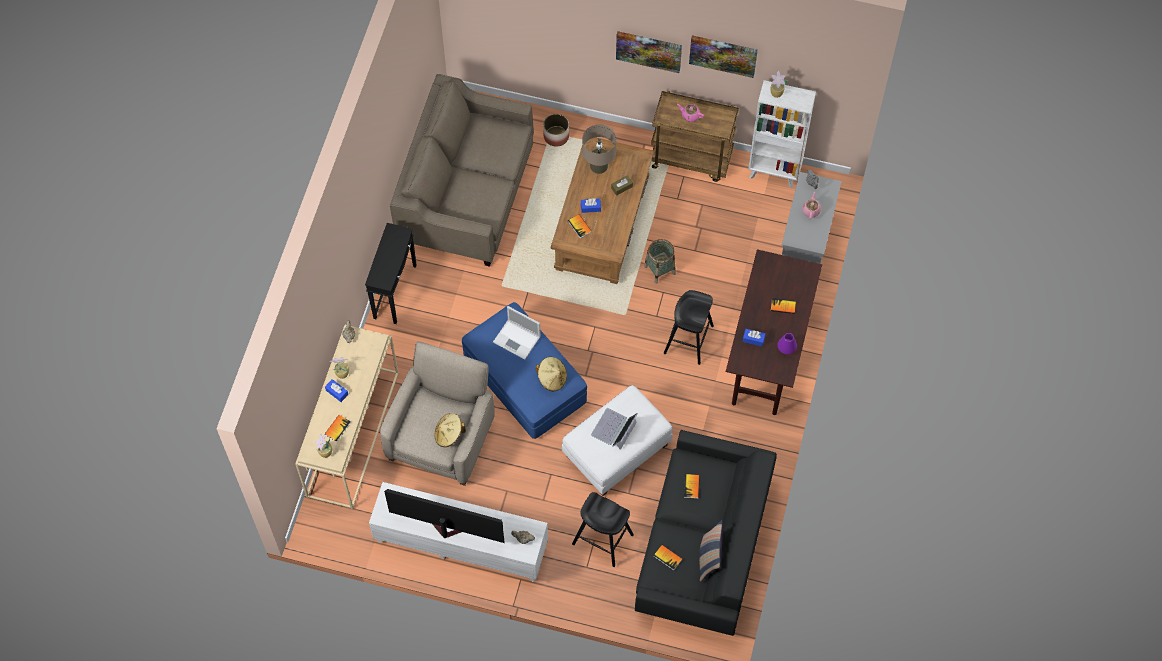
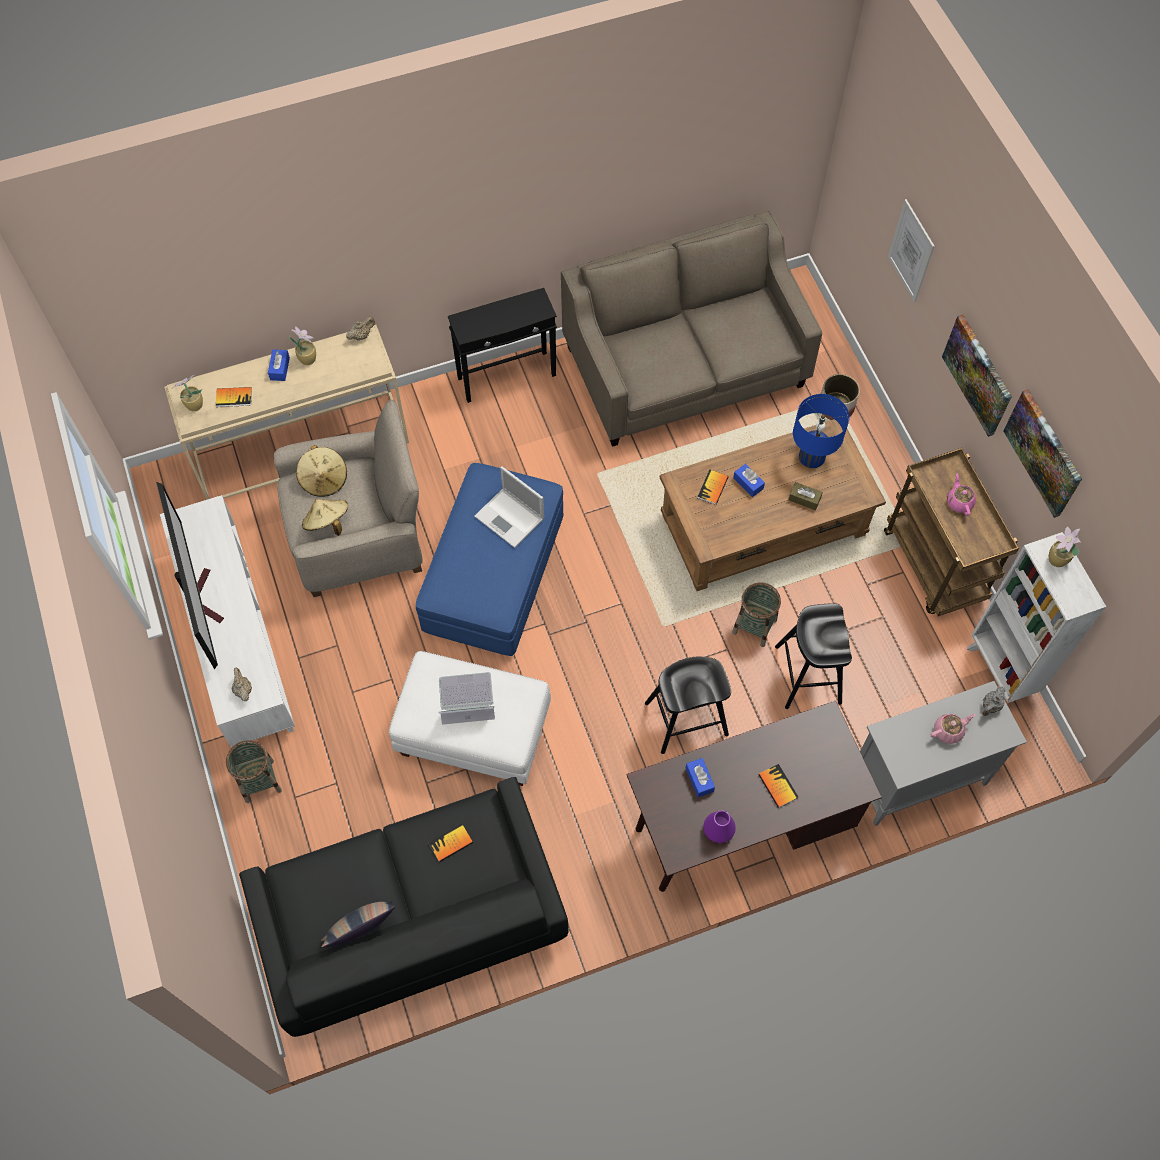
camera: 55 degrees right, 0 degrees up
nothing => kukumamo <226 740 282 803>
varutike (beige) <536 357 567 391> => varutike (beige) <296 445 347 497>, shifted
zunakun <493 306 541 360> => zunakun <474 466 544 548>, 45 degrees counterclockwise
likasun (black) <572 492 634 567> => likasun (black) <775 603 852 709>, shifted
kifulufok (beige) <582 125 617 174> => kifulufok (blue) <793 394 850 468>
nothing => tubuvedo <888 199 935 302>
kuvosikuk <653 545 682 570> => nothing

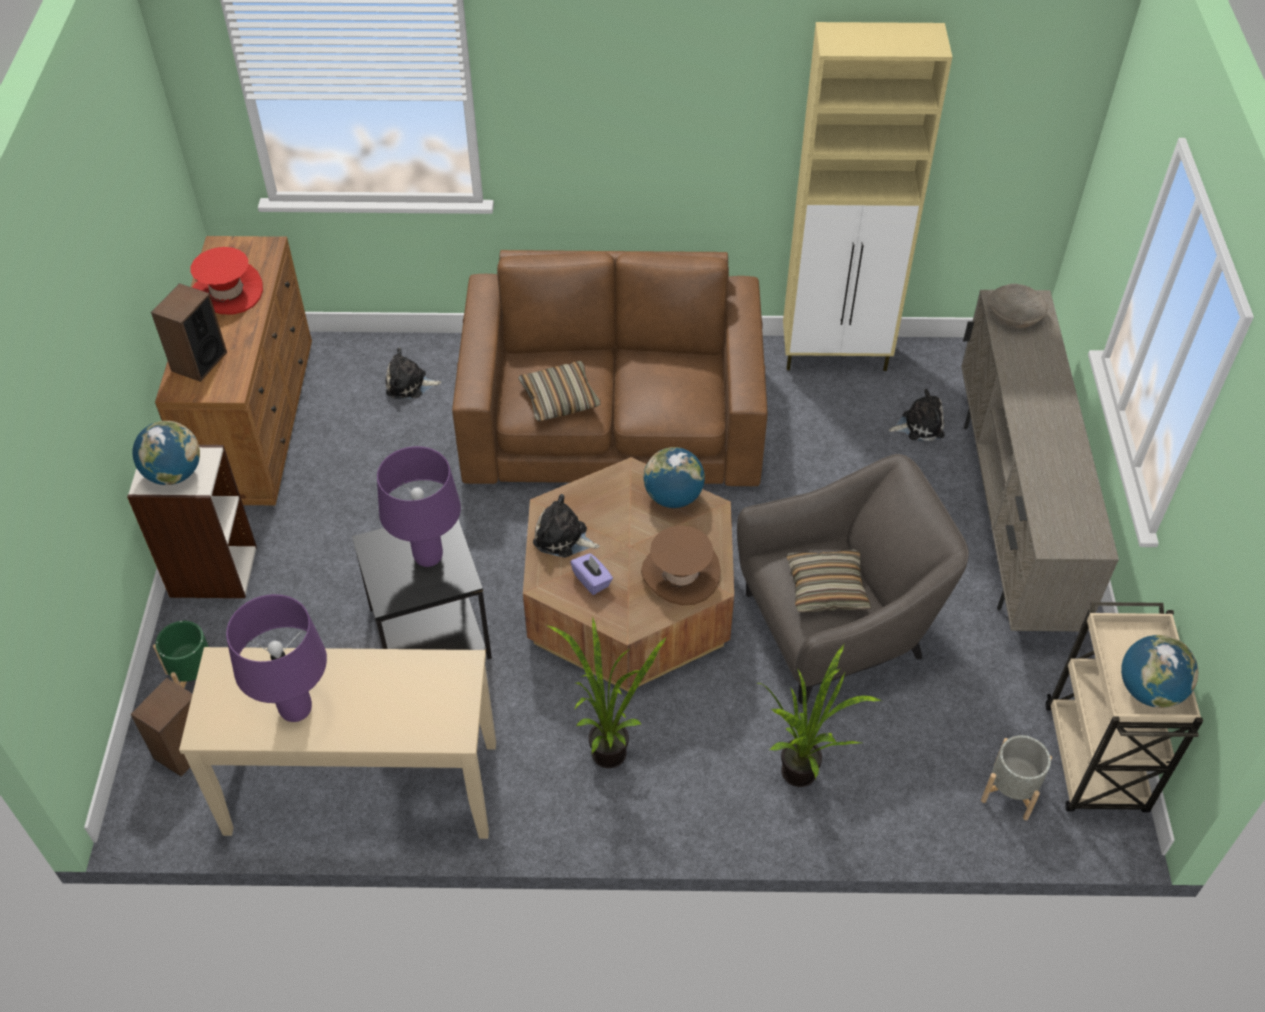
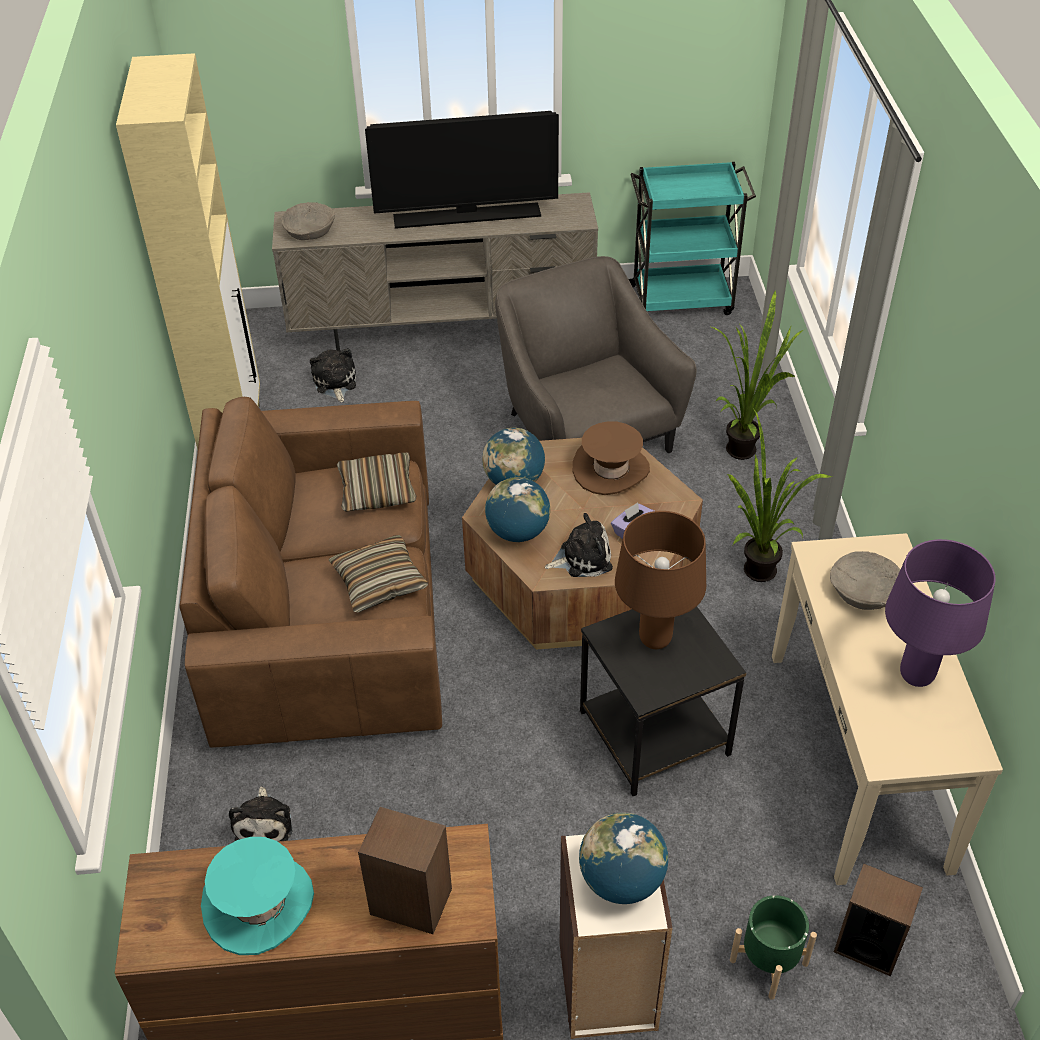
camera: 95 degrees left, 5 degrees down
varutike (red) <191 247 263 315> => varutike (turquoise) <201 837 314 955>
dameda <786 549 872 612> => dameda <337 452 416 512>, shifted
nothing => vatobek <365 111 559 229>
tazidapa <1121 635 1198 708> => tazidapa <485 477 550 542>, shifted
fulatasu <533 494 600 558> => fulatasu <545 513 613 577>, 120 degrees counterclockwise
kifulufok (purple) <377 446 461 567> => kifulufok (brown) <615 511 706 649>
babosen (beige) <1045 602 1203 812> => babosen (turquoise) <629 162 756 315>
nothing => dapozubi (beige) <830 551 901 610>
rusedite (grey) <981 735 1052 820> => nothing

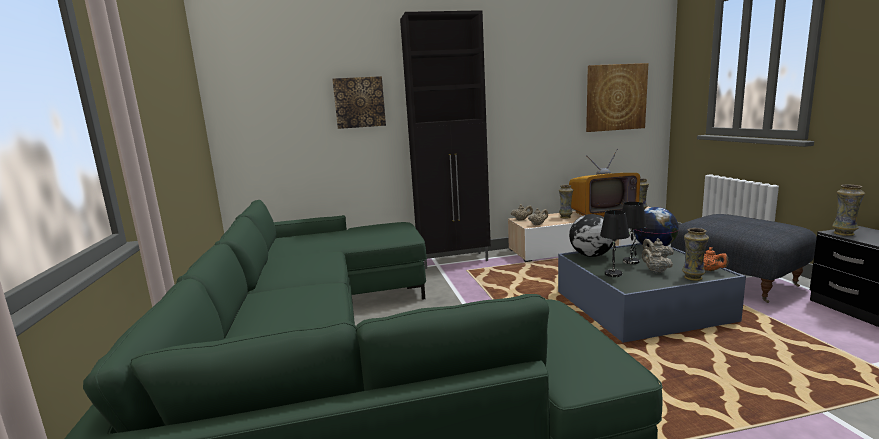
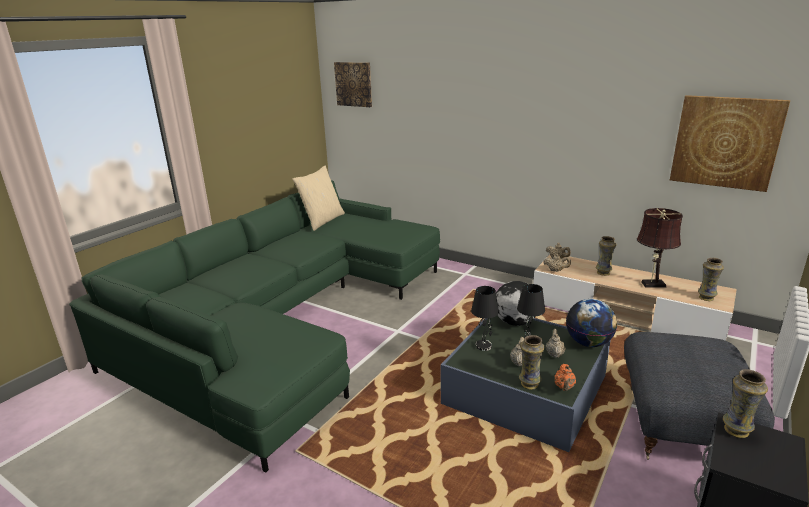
camera: 45 degrees right, 10 degrees up
nothing => dameda (beige) <293 166 345 231>
tubuvedo <332 76 386 129> => tubuvedo <334 62 372 107>, shifted
vatobek <569 149 640 217> => kifulufok (brown) <637 208 683 288>
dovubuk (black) <400 10 491 269> => nothing

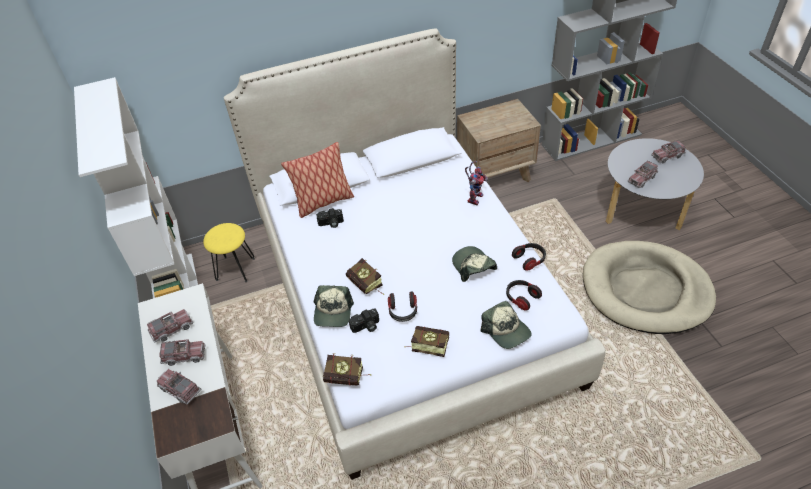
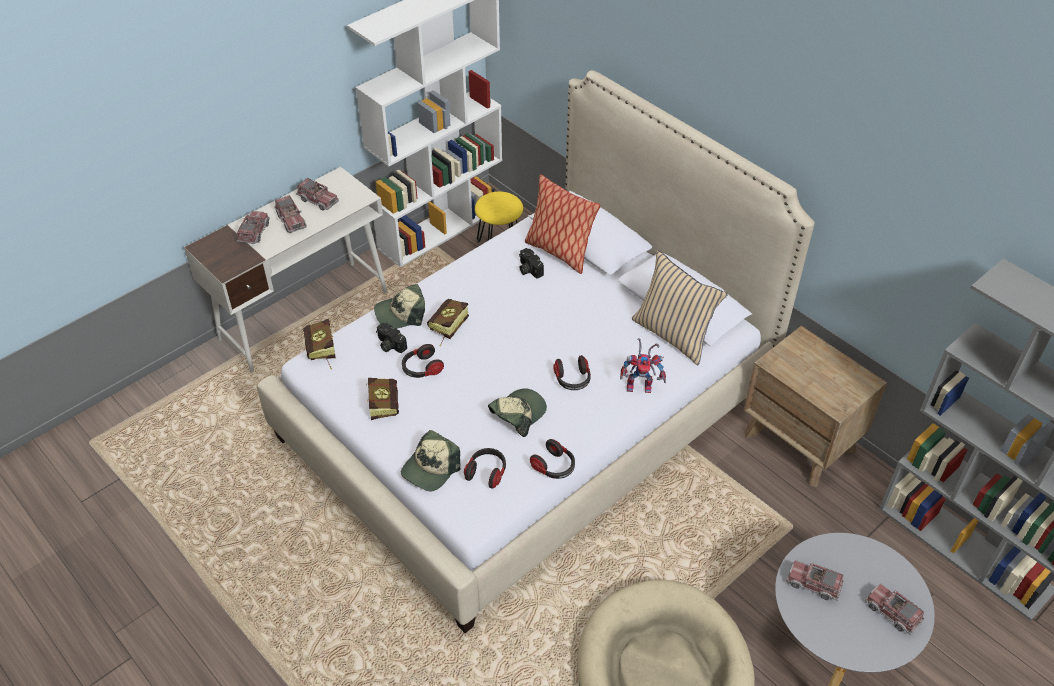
camera: 65 degrees right, 0 degrees up
nothing => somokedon <553 355 591 390>
nothing => dameda (beige) <632 251 728 365>

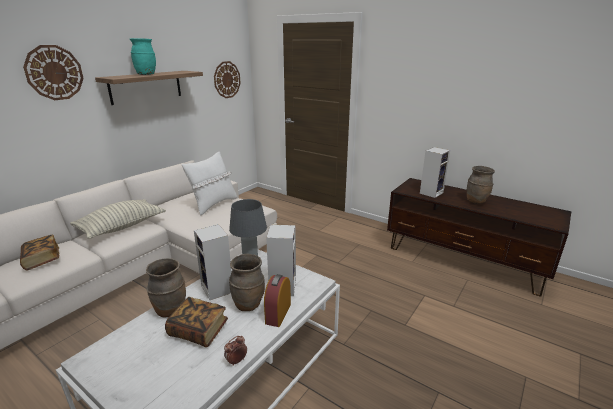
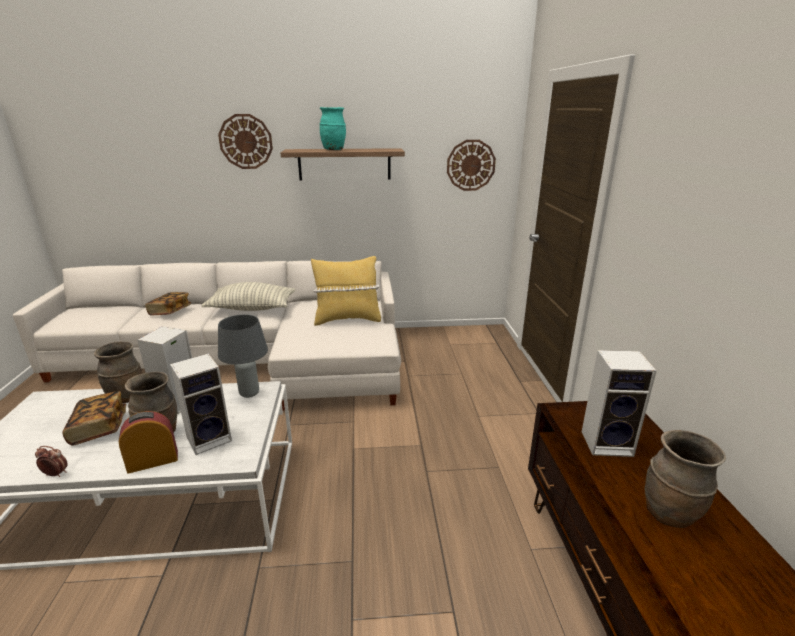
camera: 50 degrees right, 0 degrees up
dameda (white) <182 152 237 216> => dameda (yellow) <311 256 381 326>

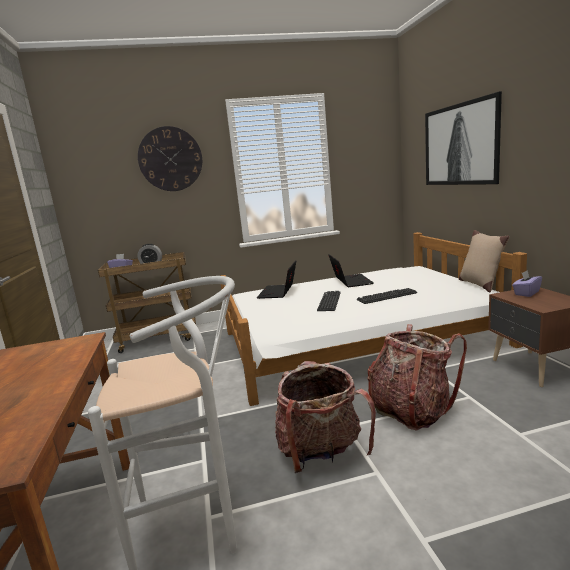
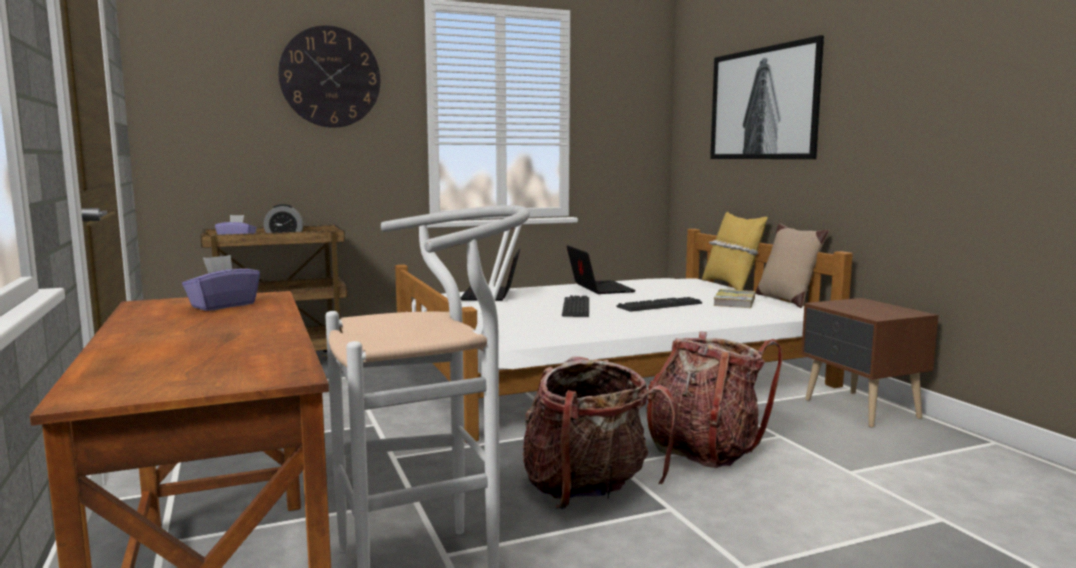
camera: 10 degrees left, 5 degrees down
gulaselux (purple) <512 270 542 297> => gulaselux (purple) <182 255 260 311>, shifted
nothing => dameda (yellow) <702 212 768 290>
nothing => kuvosikuk <713 289 755 308>

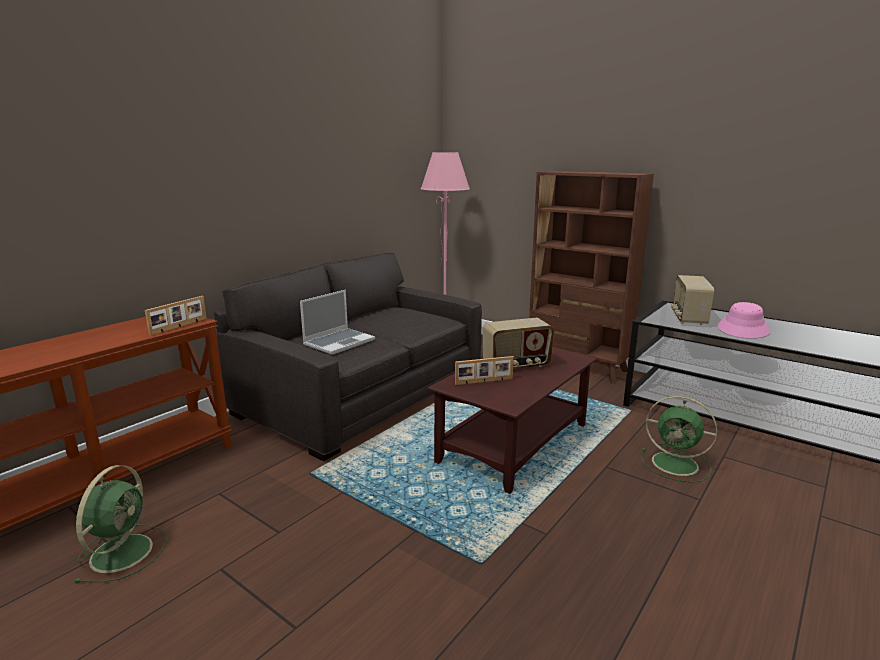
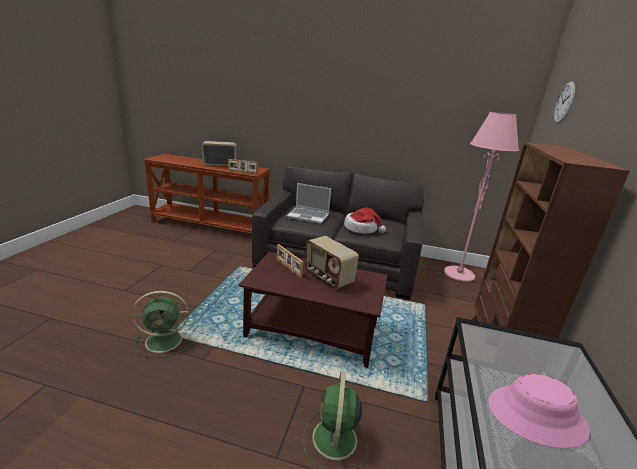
camera: 65 degrees right, 5 degrees up
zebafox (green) <74 465 168 583> => zebafox (green) <131 291 190 358>, shifted
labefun <671 275 714 325> => labefun <201 141 237 166>, shifted
nothing => varutike <344 208 386 234>
nothing => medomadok <554 82 575 124>

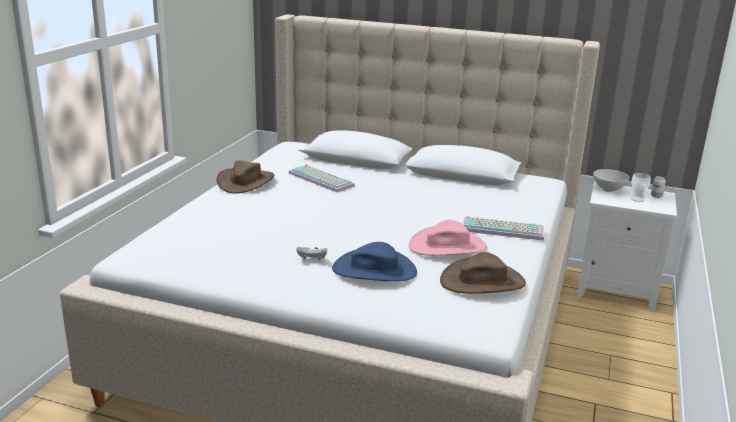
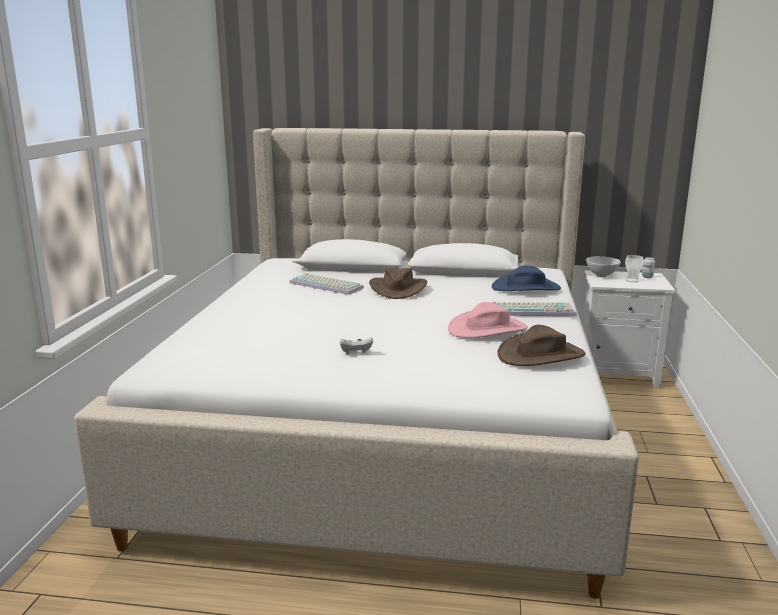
camera: 10 degrees left, 5 degrees down
varutike (brown) <217 161 275 194> => varutike (brown) <369 268 427 299>, shifted
varutike (blue) <332 242 417 281> => varutike (blue) <492 265 561 291>, shifted

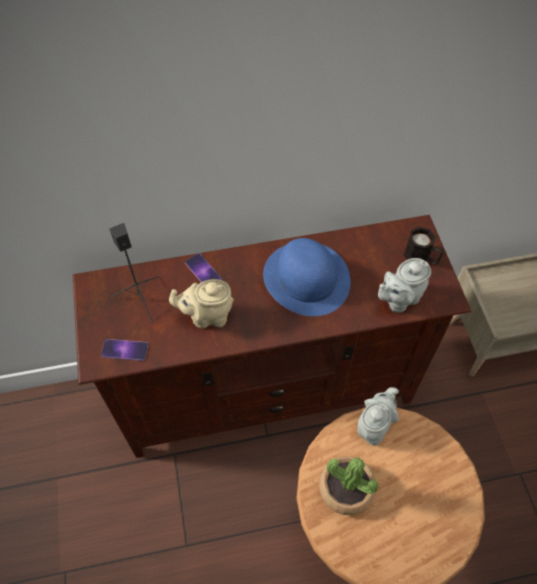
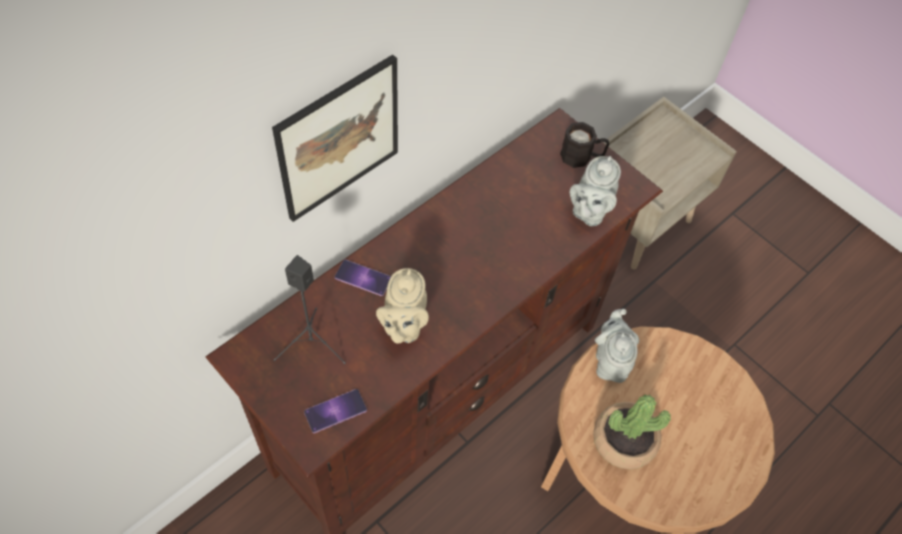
camera: 35 degrees left, 0 degrees up
nothing => tubuvedo <272 55 398 222>
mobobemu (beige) <169 279 234 329> => mobobemu (beige) <376 268 429 344>, 45 degrees counterclockwise
varutike (blue) <263 238 350 316> => nothing

